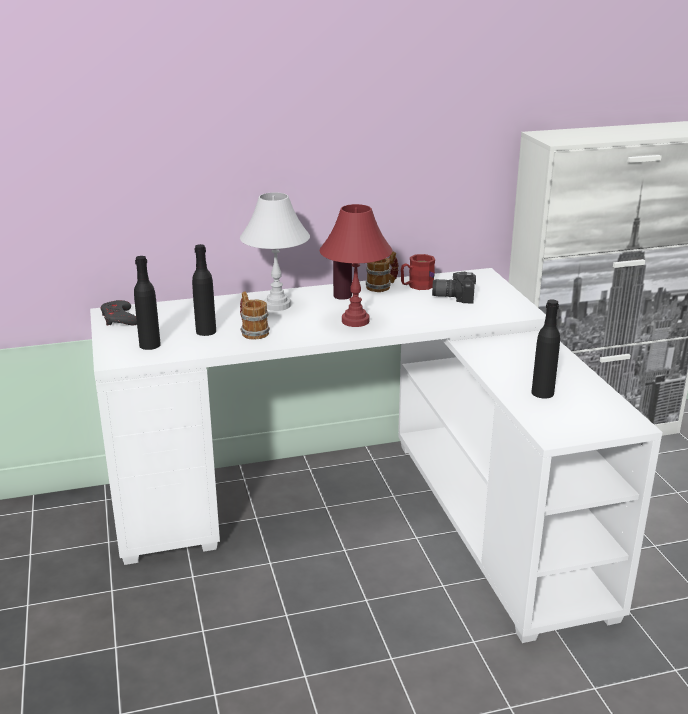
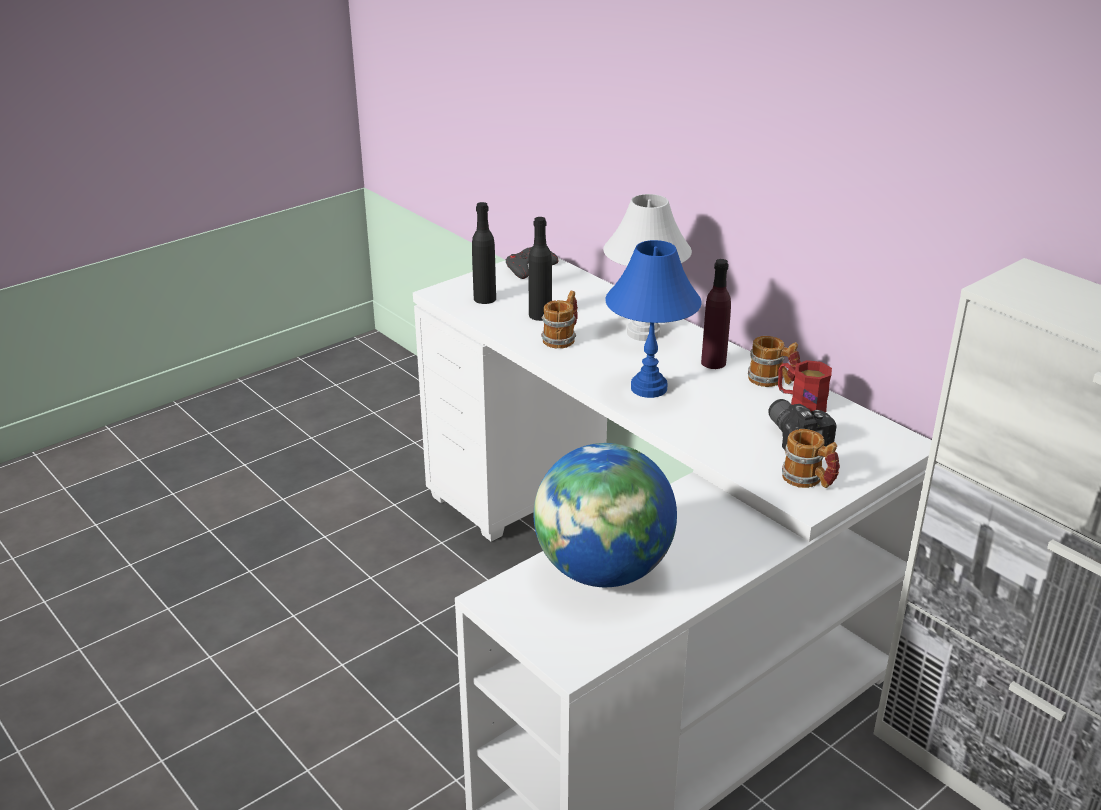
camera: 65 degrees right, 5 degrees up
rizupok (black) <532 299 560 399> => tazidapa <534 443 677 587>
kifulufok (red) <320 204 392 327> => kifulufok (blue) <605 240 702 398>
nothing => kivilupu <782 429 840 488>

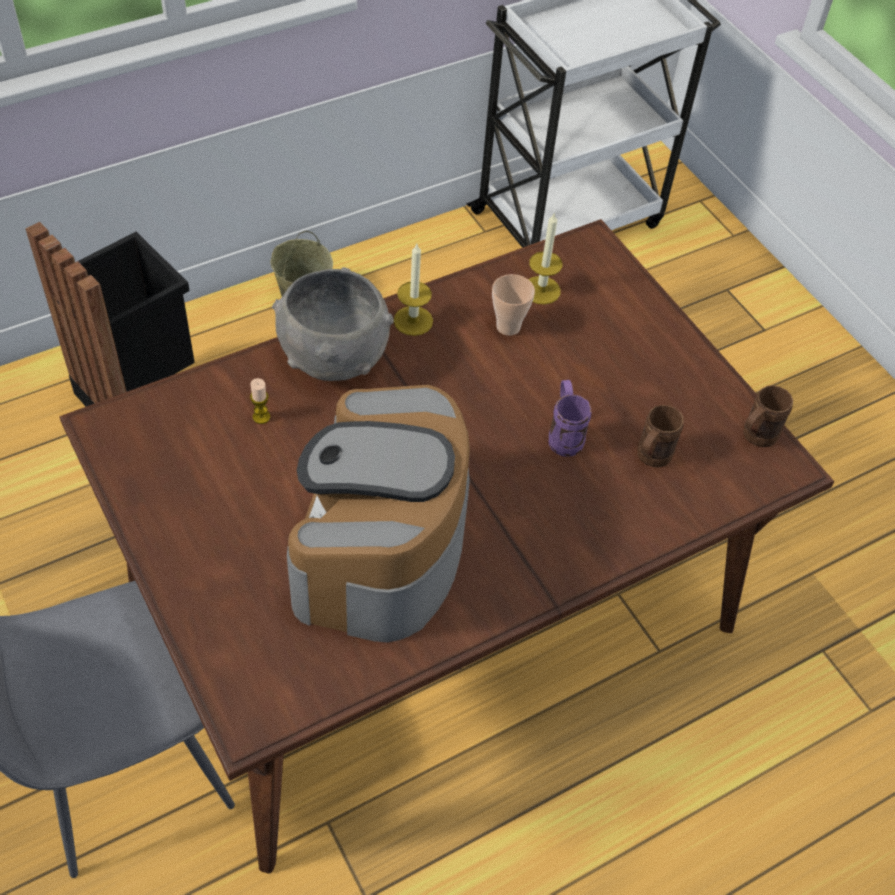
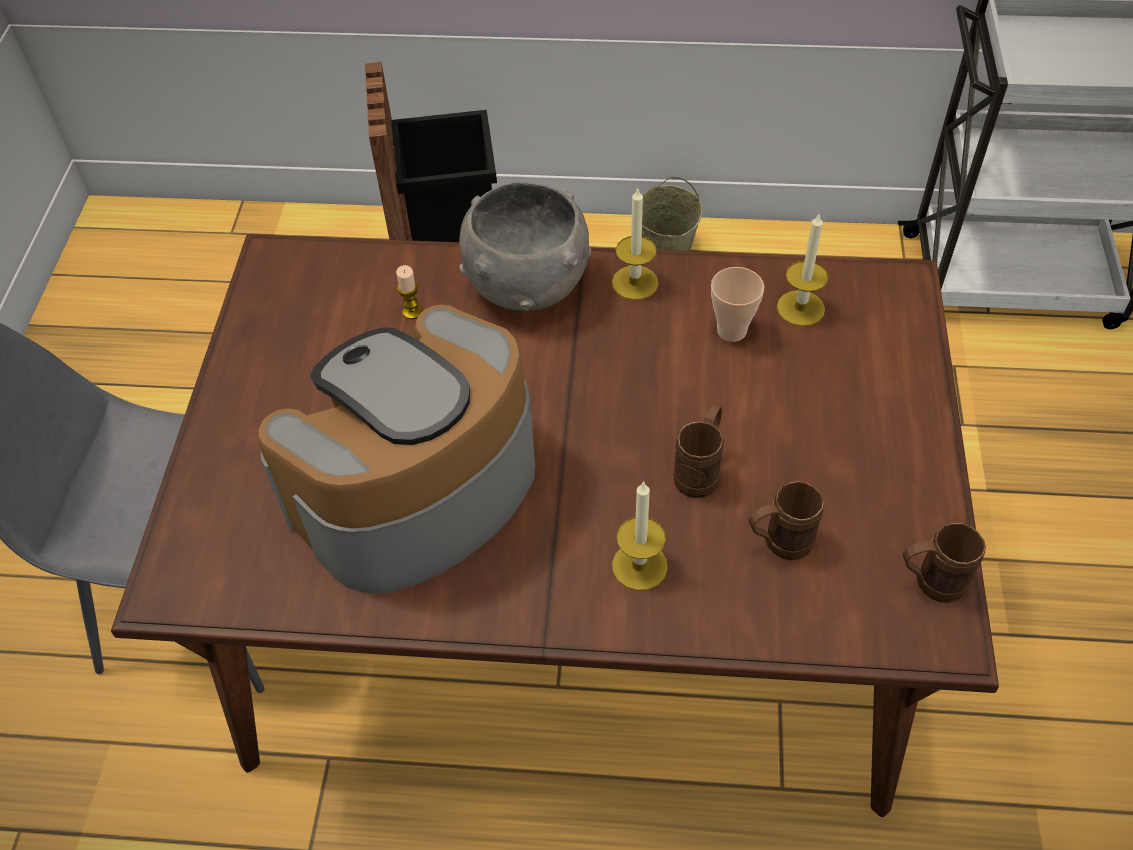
camera: 40 degrees right, 0 degrees up
nothing => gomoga <612 481 668 591>
kivilupu (purple) <549 380 591 457> => kivilupu (brown) <673 404 724 498>

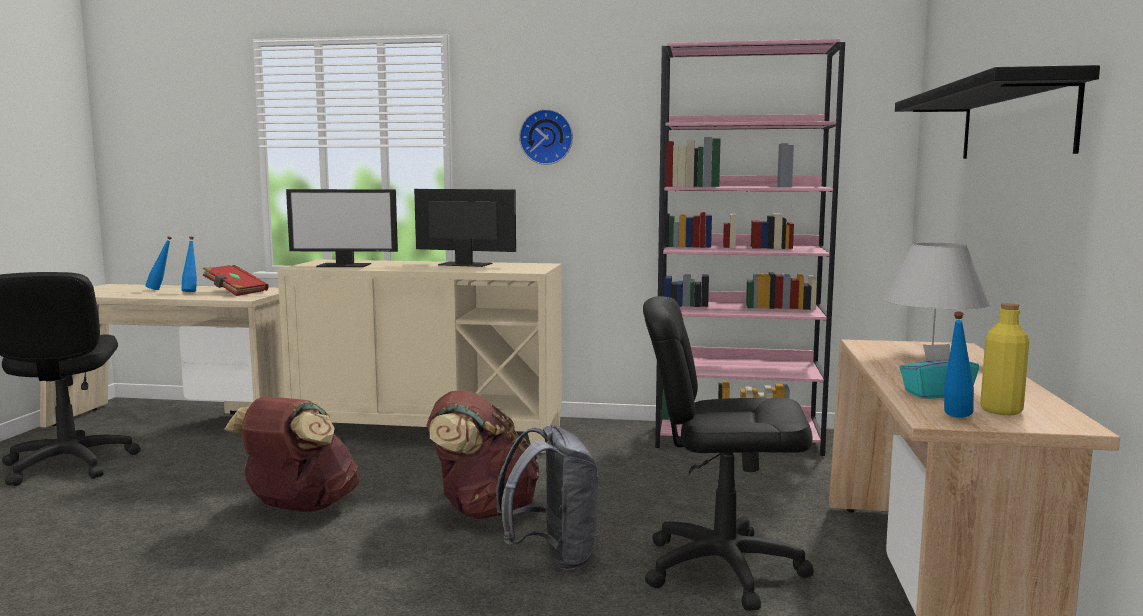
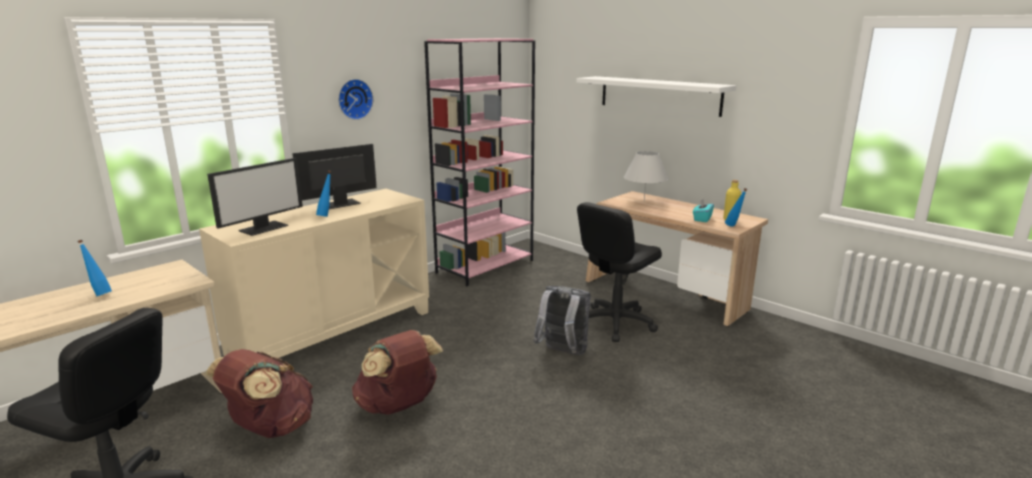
camera: 55 degrees left, 10 degrees up
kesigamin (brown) <426 390 540 519> => kesigamin (brown) <206 349 313 438>, shifted
rizupok (blue) <145 236 172 290> => rizupok (blue) <316 170 331 217>, shifted
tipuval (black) <895 65 1100 159> => tipuval (white) <576 76 737 117>
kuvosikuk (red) <203 265 269 296> => nothing

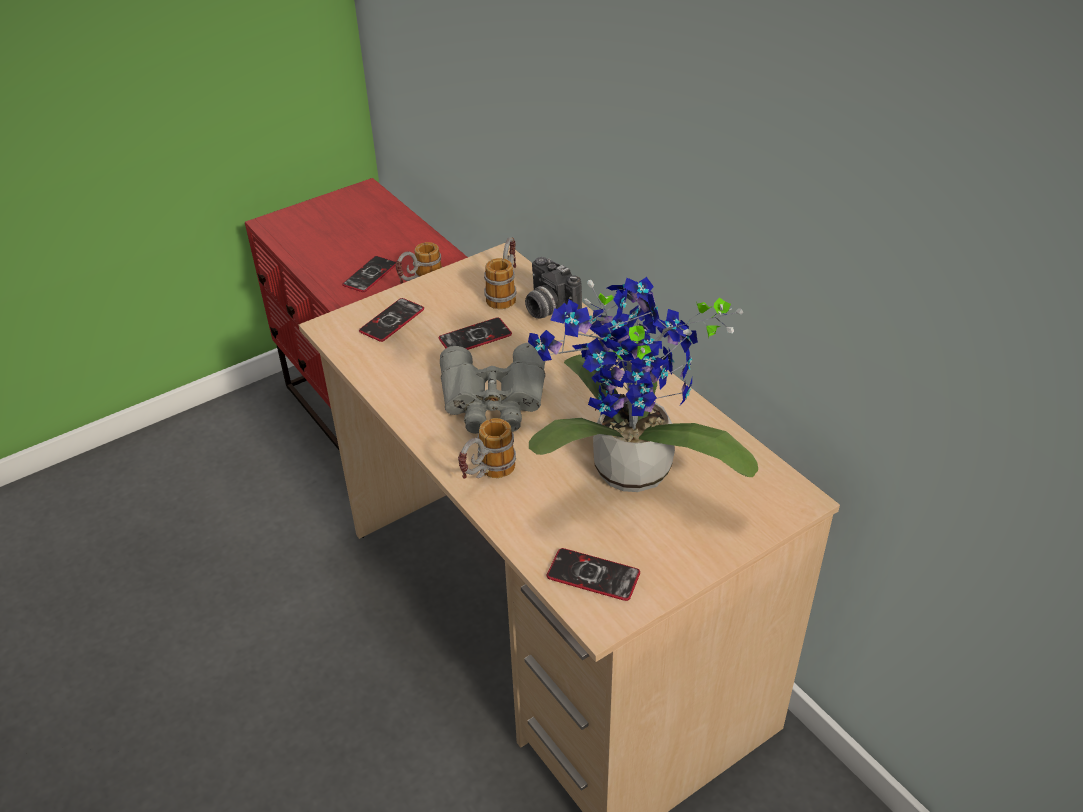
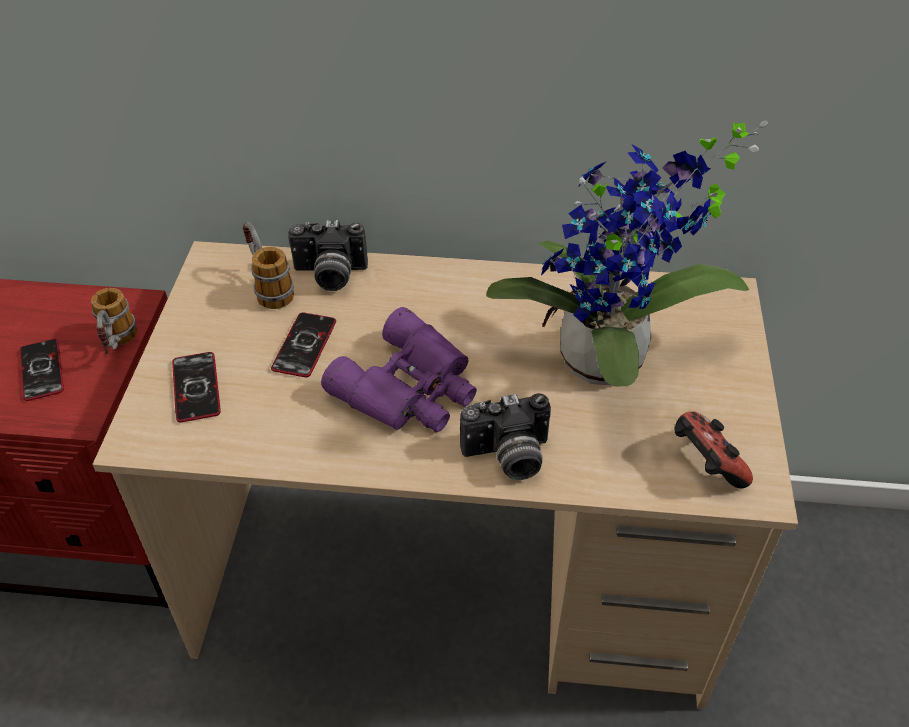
camera: 50 degrees left, 5 degrees up
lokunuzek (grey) <440 343 545 434> => lokunuzek (purple) <321 307 477 432>
kivilupu <458 418 516 479> => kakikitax <460 393 551 480>
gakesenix <547 548 640 601> => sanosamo <674 411 753 488>

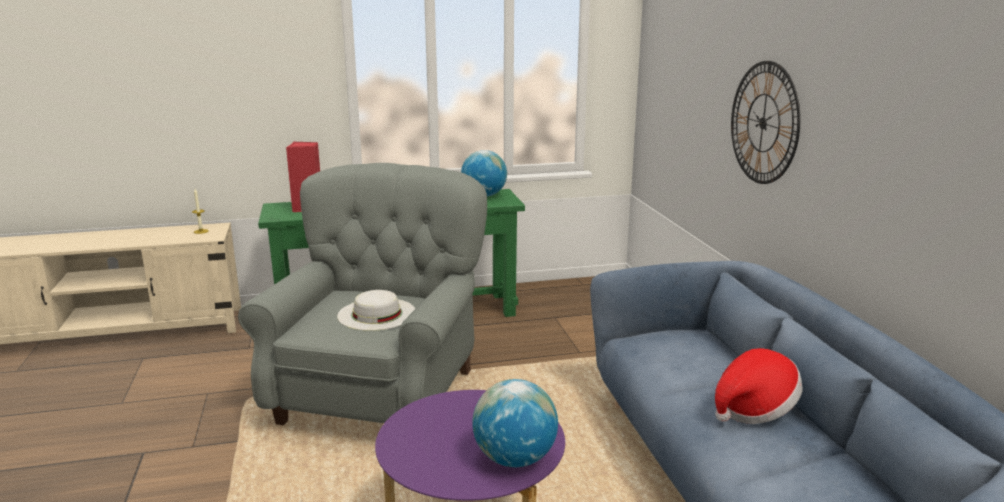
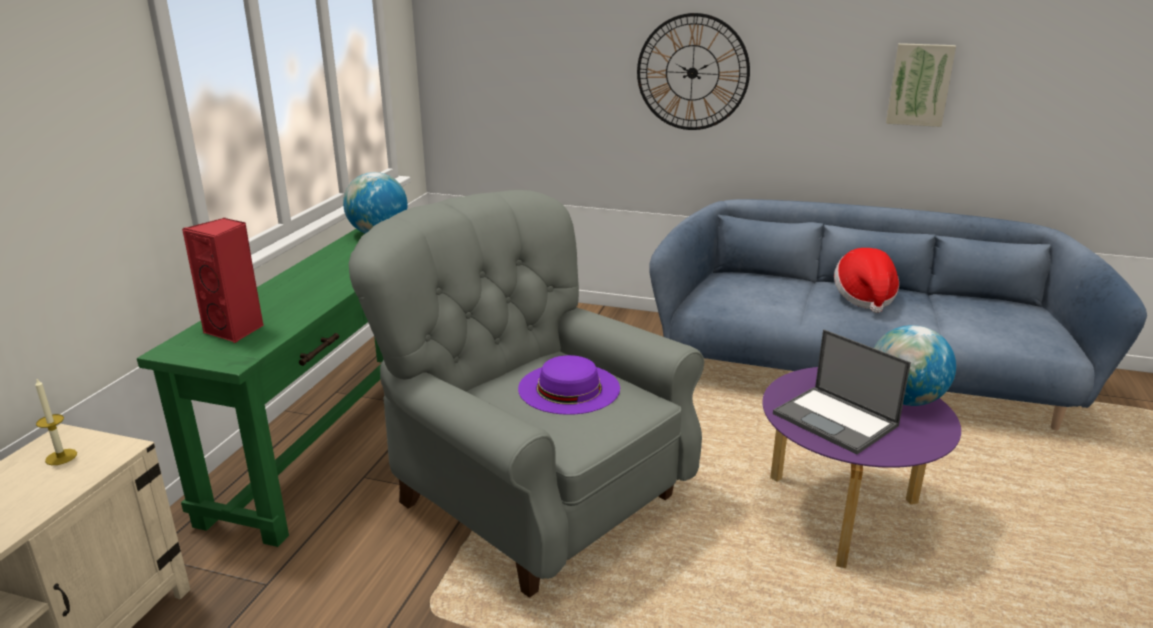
camera: 60 degrees left, 5 degrees up
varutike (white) <337 290 415 331> => varutike (purple) <518 355 620 415>
nothing => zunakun <773 330 911 454>
nothing => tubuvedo <886 43 956 127>

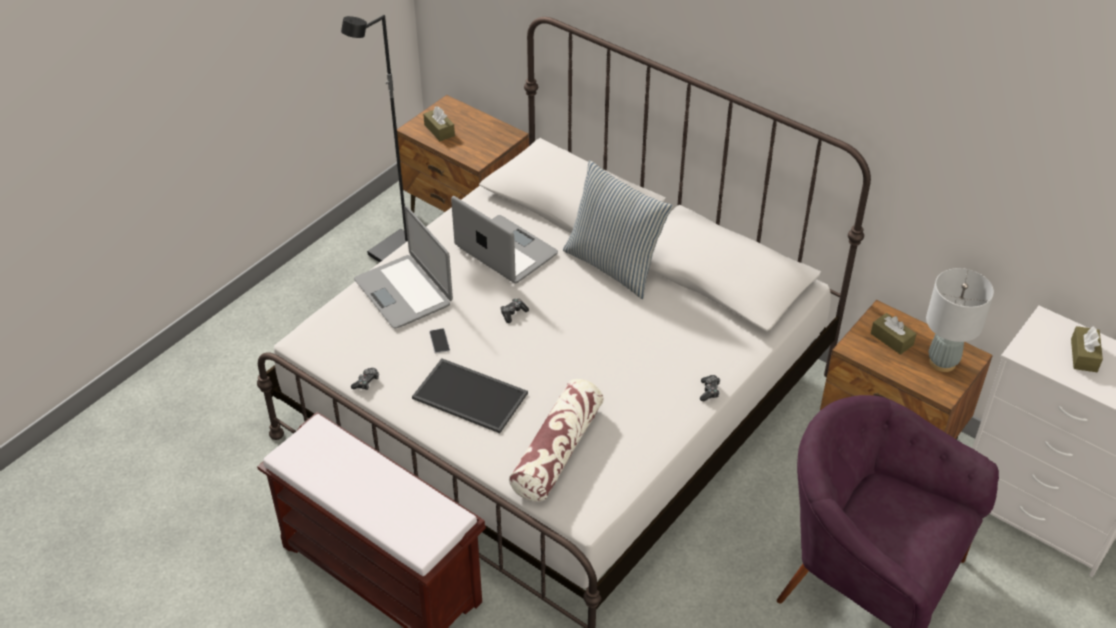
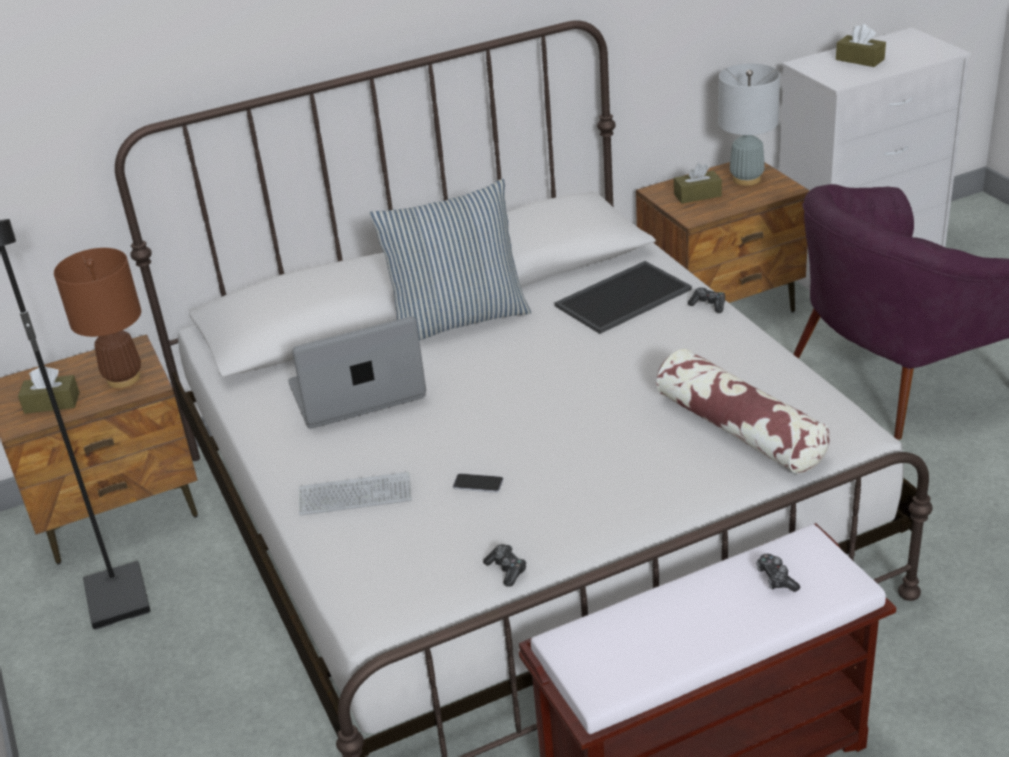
camera: 60 degrees left, 10 degrees down
nothing => kifulufok (brown) <54 248 141 388>
zunakun <354 206 453 328> => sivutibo <299 472 412 515>
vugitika <412 358 528 433> => vugitika <554 261 692 334>, shifted
sanosamo <500 298 529 323> => sanosamo <756 554 800 592>, shifted

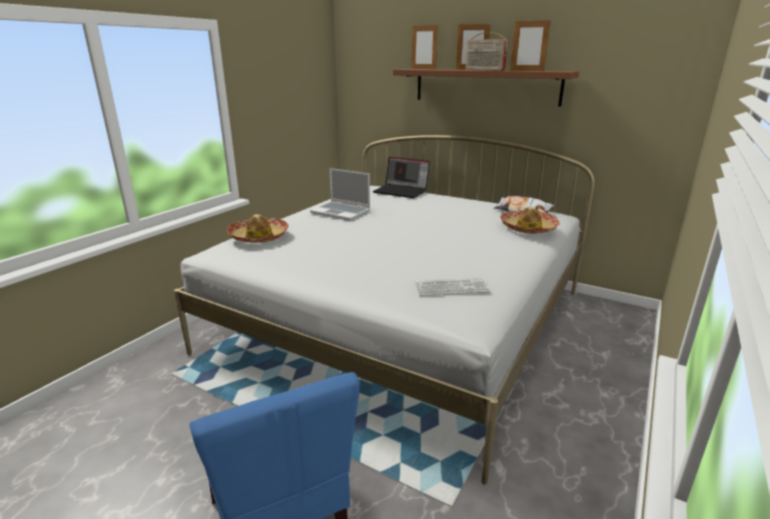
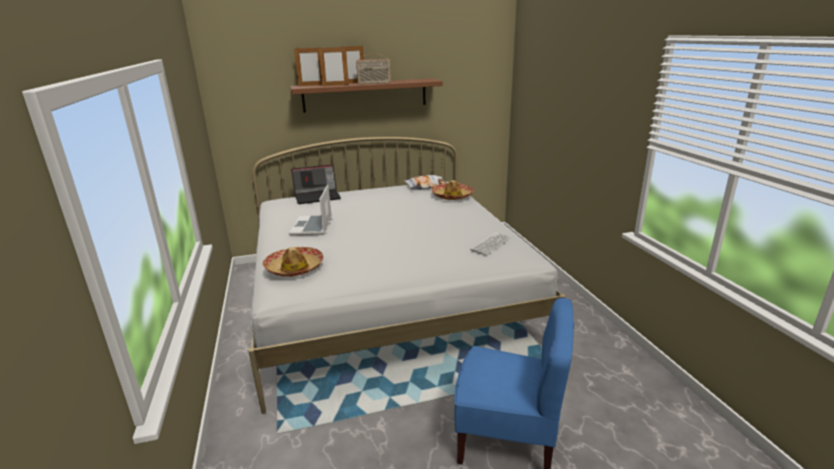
camera: 45 degrees left, 0 degrees up
zunakun <310 168 370 221> => zunakun <289 185 332 235>, 105 degrees clockwise
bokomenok <510 19 551 71> => bokomenok <319 46 349 86>, shifted

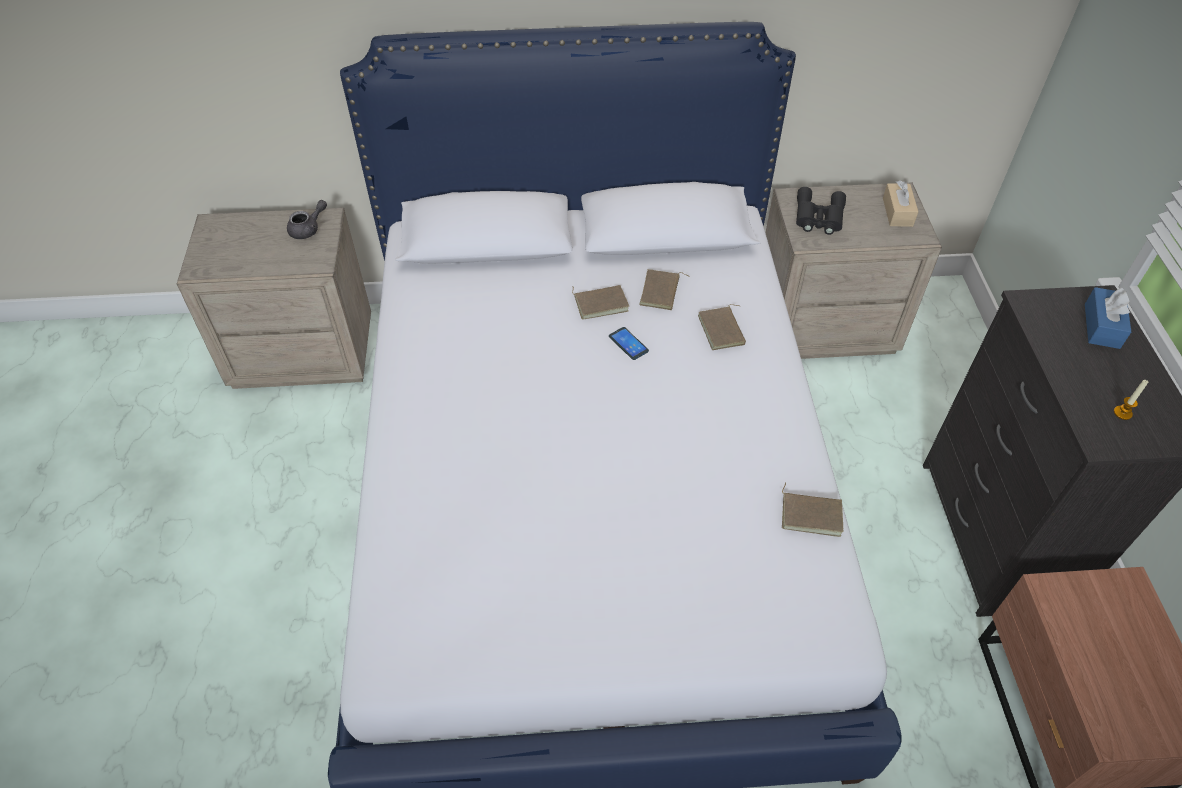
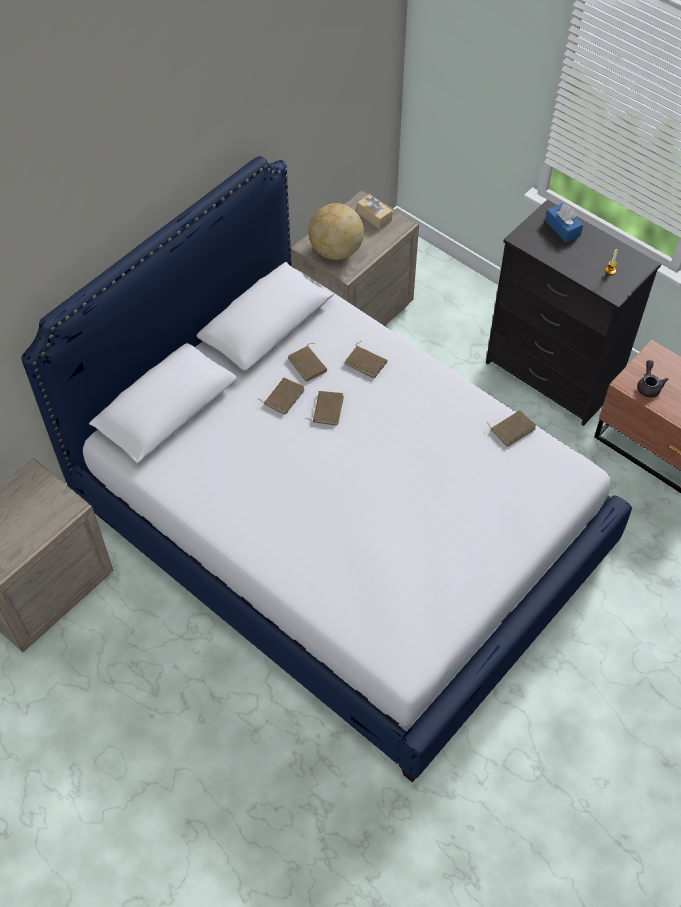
camera: 45 degrees left, 5 degrees up
gakesenix <609 327 649 360> => kuvosikuk (brown) <305 391 344 426>
lokunuzek (black) <796 187 846 235> => tazidapa <308 203 364 260>
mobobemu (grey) <287 200 327 239> => mobobemu (grey) <637 360 669 398>, shifted

